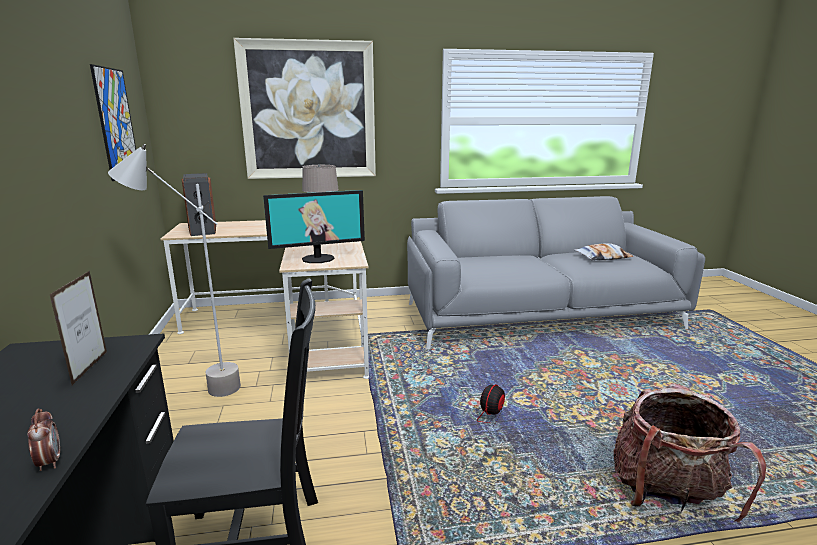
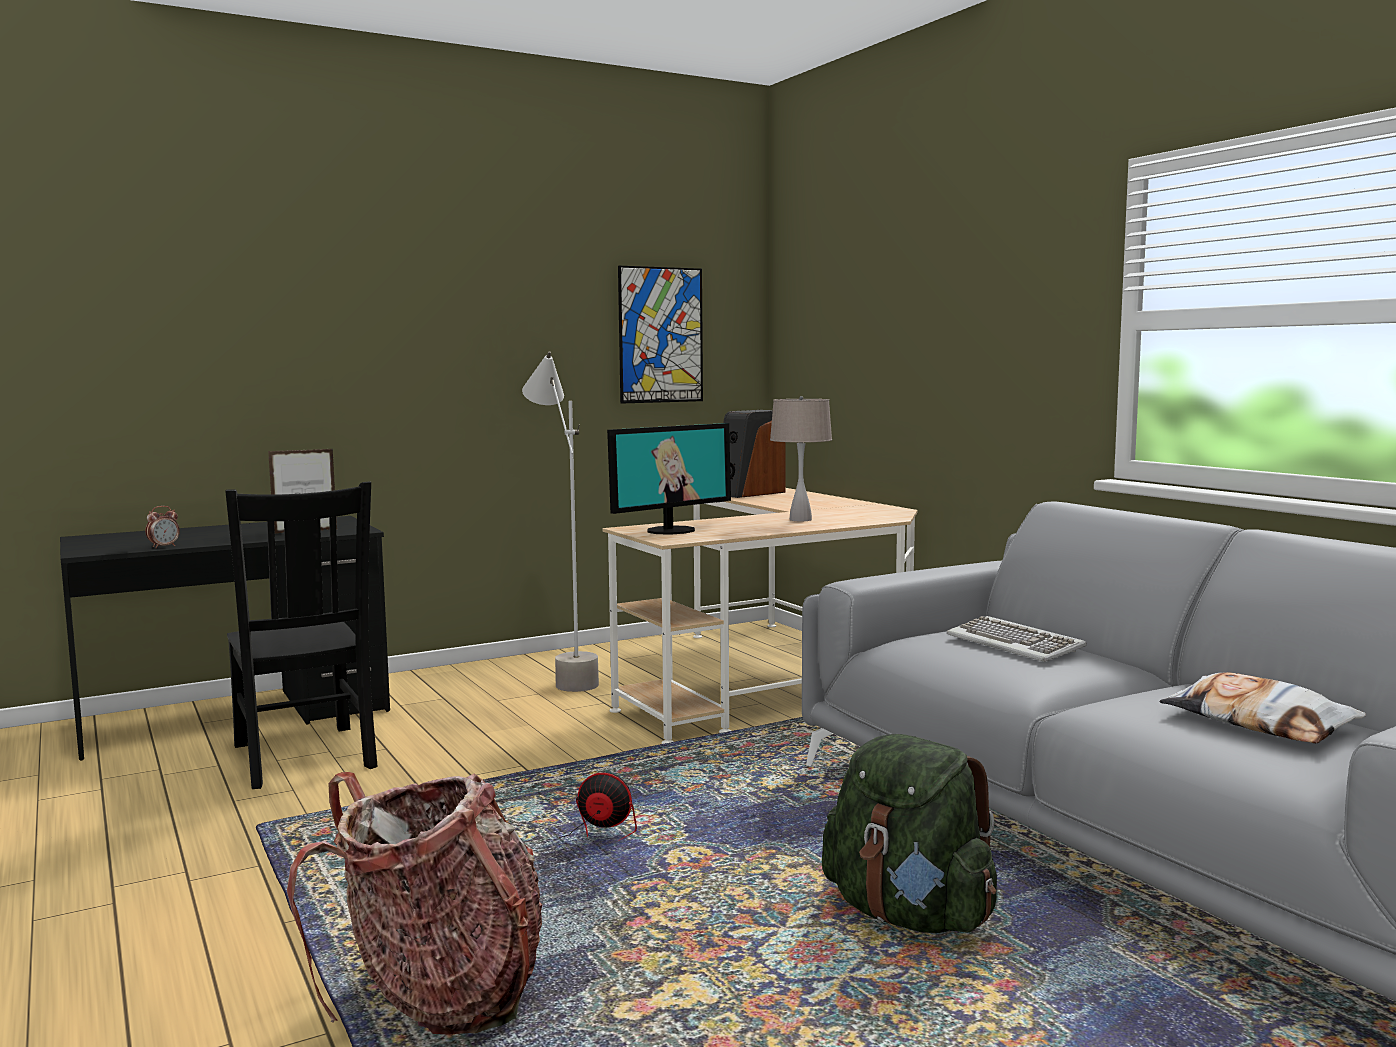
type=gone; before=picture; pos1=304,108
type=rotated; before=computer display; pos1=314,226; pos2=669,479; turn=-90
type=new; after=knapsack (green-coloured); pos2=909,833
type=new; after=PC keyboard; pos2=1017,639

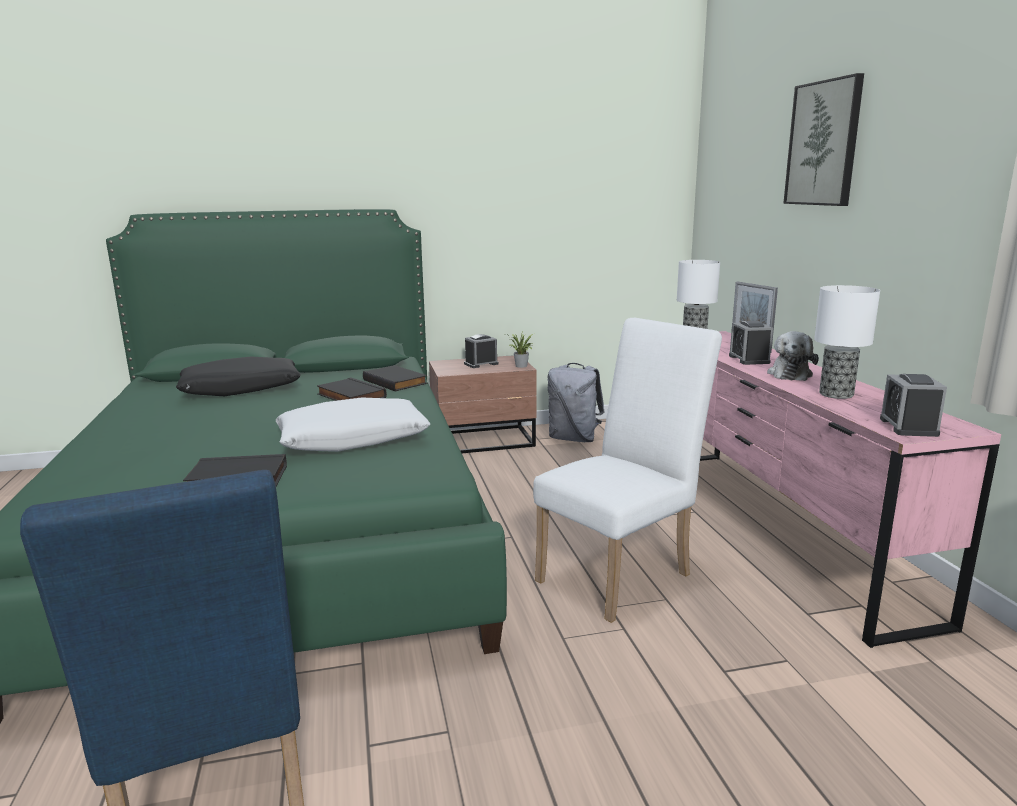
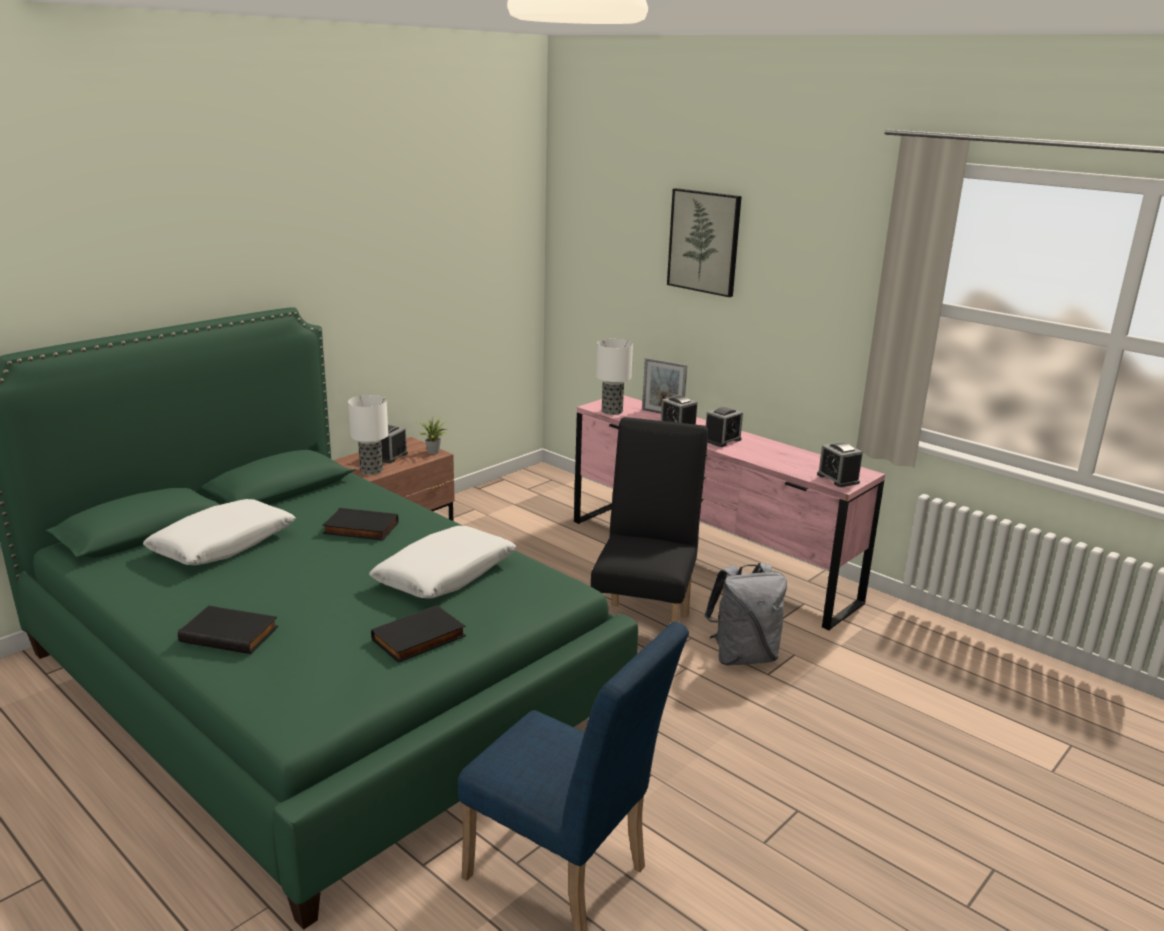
type=repainted; before=cushion (blackish); after=cushion (white); pos1=238,376; pos2=219,532
type=shifted; before=volume (blackish); pos1=395,378; pos2=228,630
type=repainted; before=upright chair (white); after=upright chair (blackish); pos1=627,470; pos2=649,520
type=shifted; before=knapsack (grey); pos1=576,402; pos2=745,614
type=swapped; before=cuddly toy; after=alarm clock; pos1=793,356; pos2=724,426
type=shifted; before=tabletop lamp; pos1=847,342; pos2=368,435

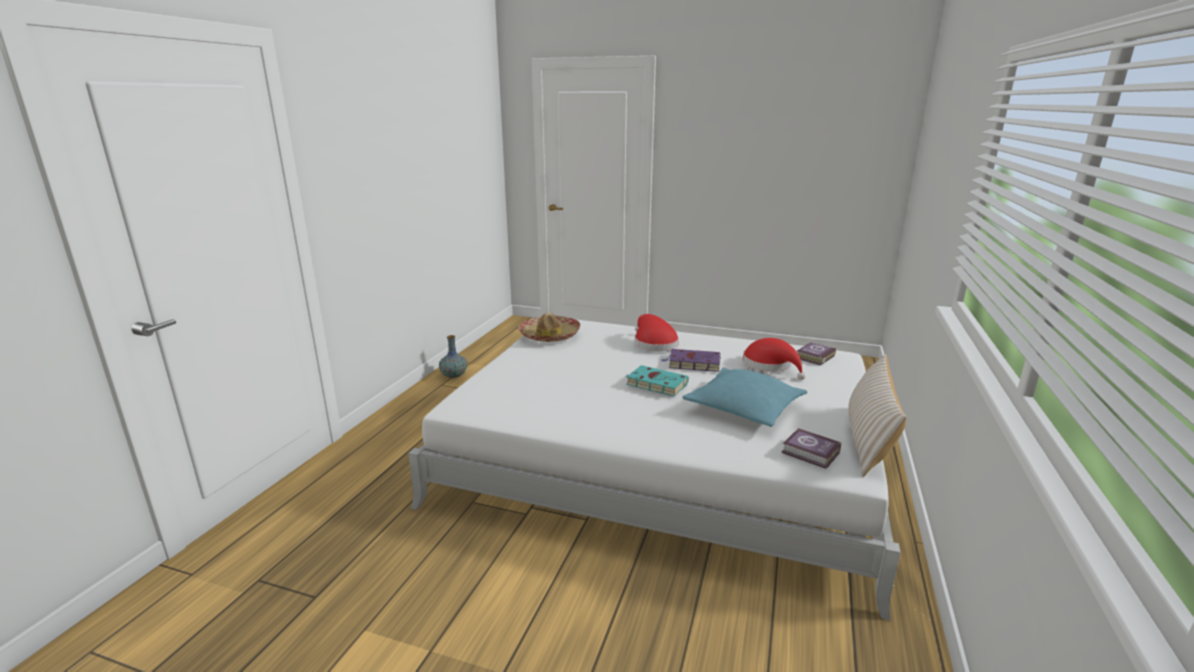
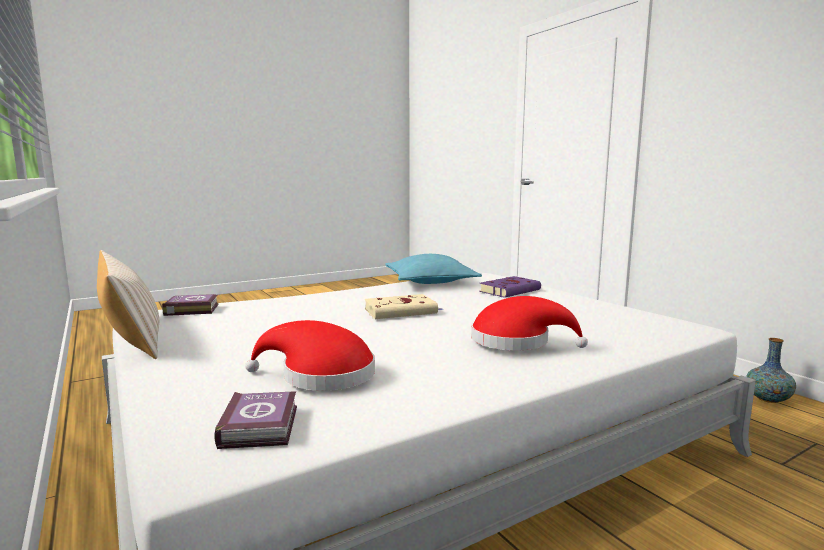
type=gone; before=clothing hat; pos1=548,327
type=repainted; before=volume (turquoise); after=volume (sand-coloured); pos1=657,381; pos2=404,306
type=shifted; before=volume (purple); pos1=691,360; pos2=510,287
type=shifted; before=cushion (turquoise); pos1=745,397; pos2=434,269

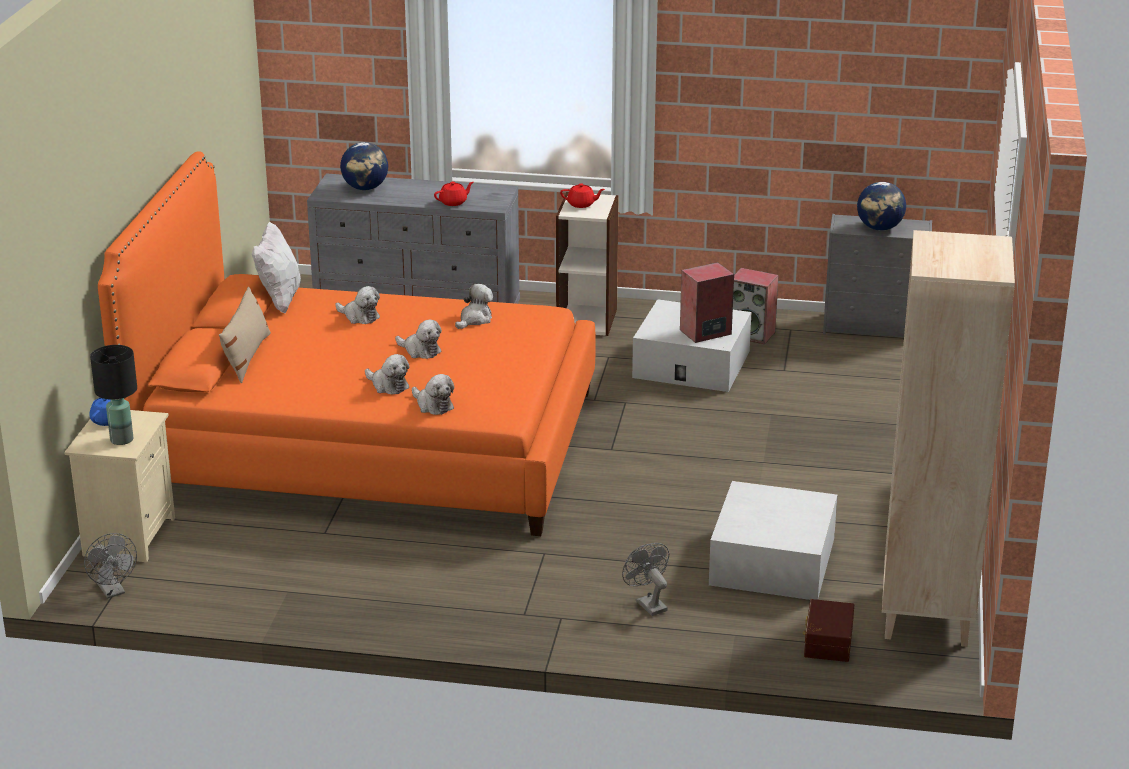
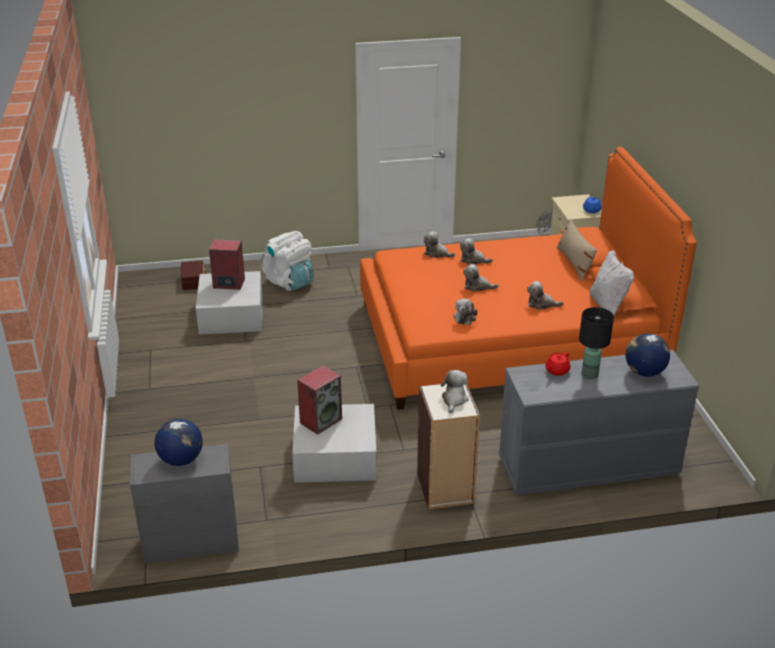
type=shifted; before=tabletop lamp (blackish); pos1=113,395; pos2=596,343
type=swapped; before=tea pot (reddish); after=cuddly toy; pos1=582,196; pos2=455,391
type=swapped; before=electric fan (grey); after=knapsack (white); pos1=645,579; pos2=287,261
type=shifted; before=speaker; pos1=755,306; pos2=227,264
type=gone; before=bookshelf (sand-coloured); pos1=948,438

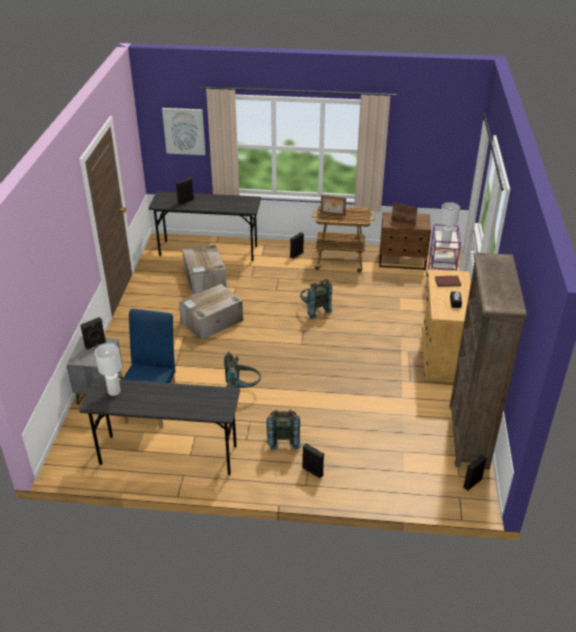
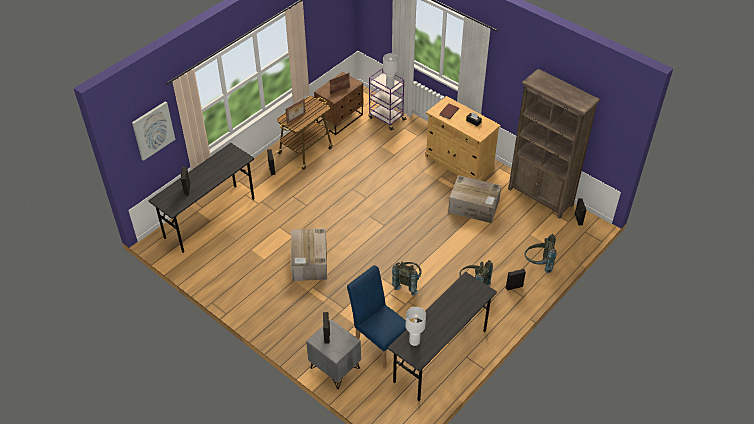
type=shifted; before=carton; pos1=204,269; pos2=475,199
type=shifted; before=knapsack (grey); pos1=316,299; pos2=541,253

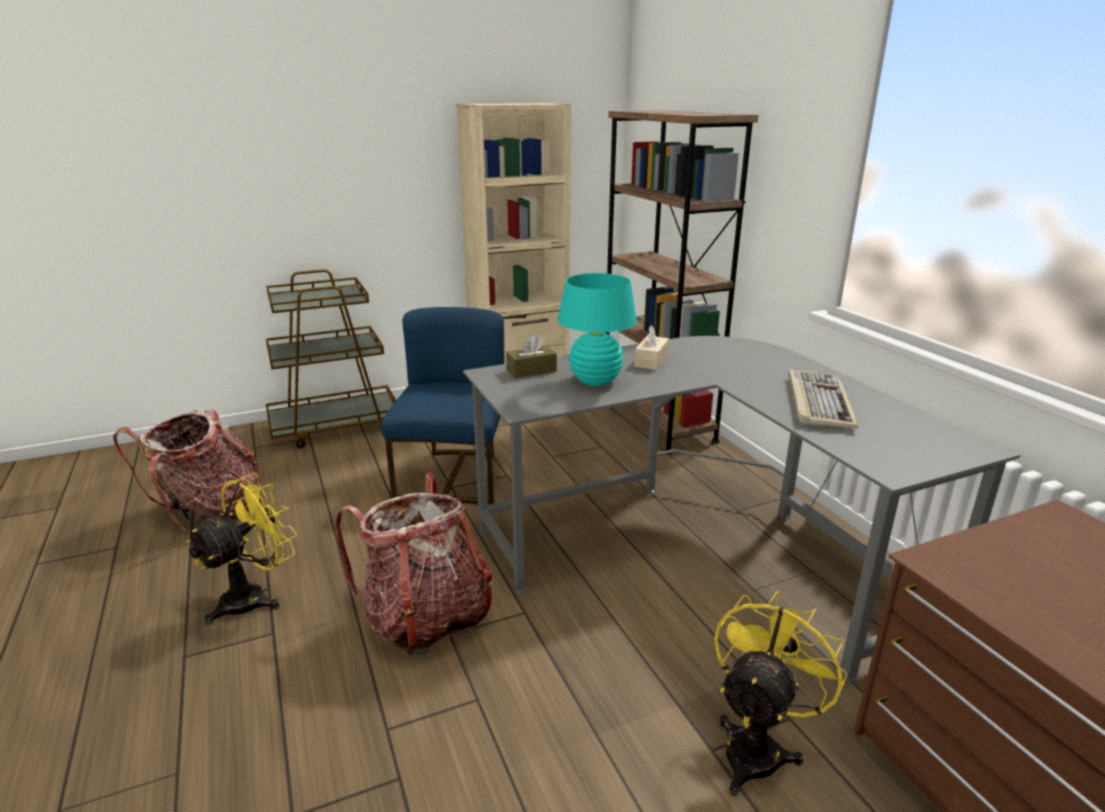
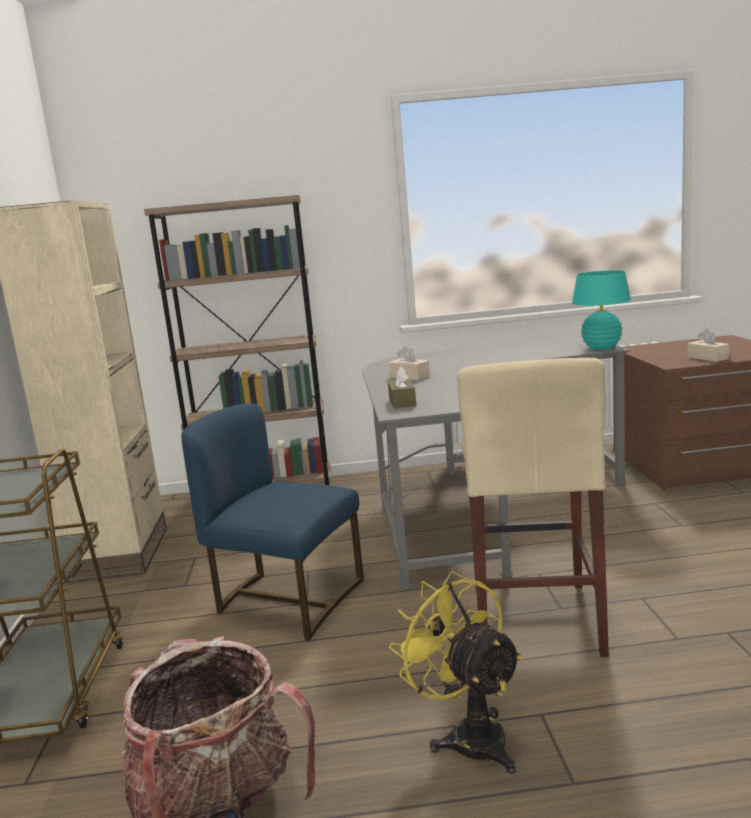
type=swapped; before=knapsack; after=stool (sand-coloured); pos1=413,564; pos2=533,507
type=shifted; before=tabletop lamp (turquoise); pos1=597,329; pos2=601,310
type=gone; before=electric fan (yellow-coloured); pos1=781,693
type=gone; before=PC keyboard; pos1=823,399
type=new; after=tissue box (sand-coloured); pos2=708,345

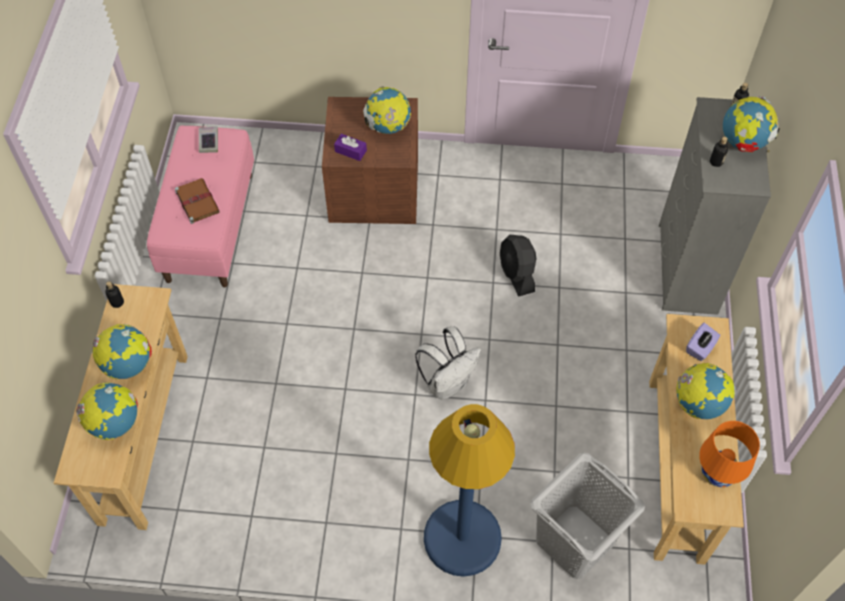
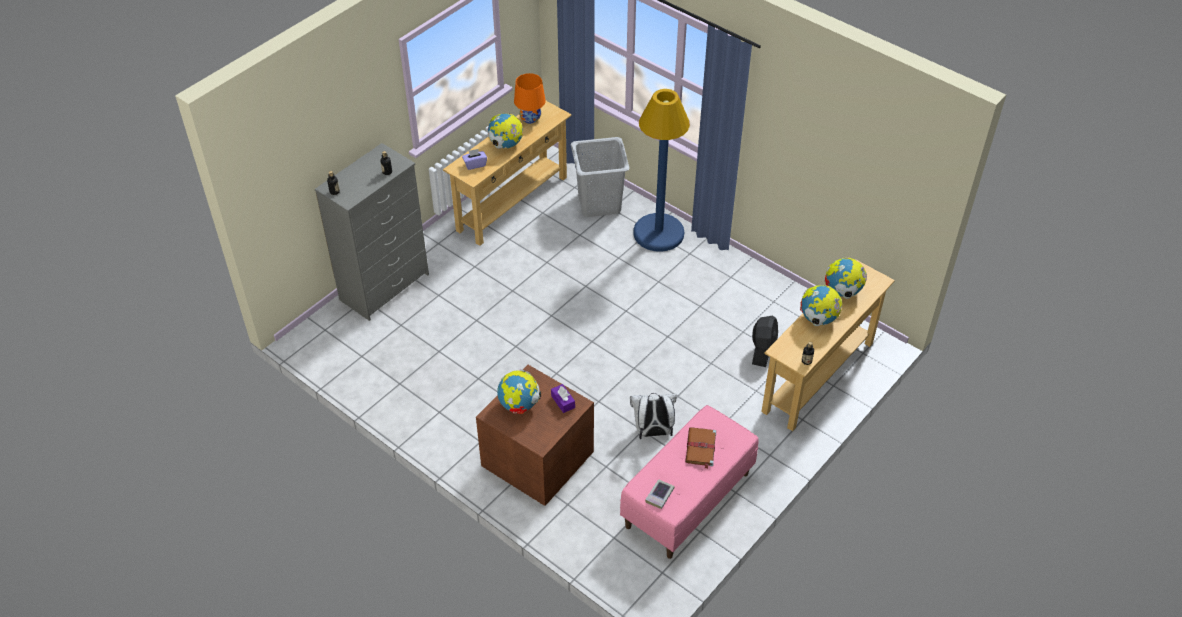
type=shifted; before=knapsack (white); pos1=448,363; pos2=653,416
type=shifted; before=electric fan (blackish); pos1=518,265; pos2=765,341
type=gone; before=globe; pos1=751,124

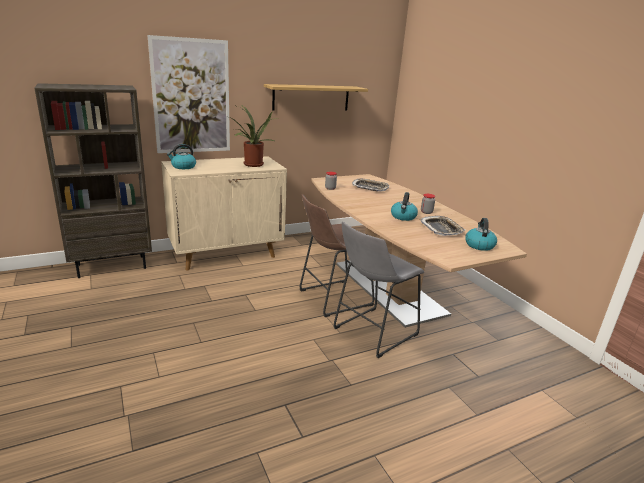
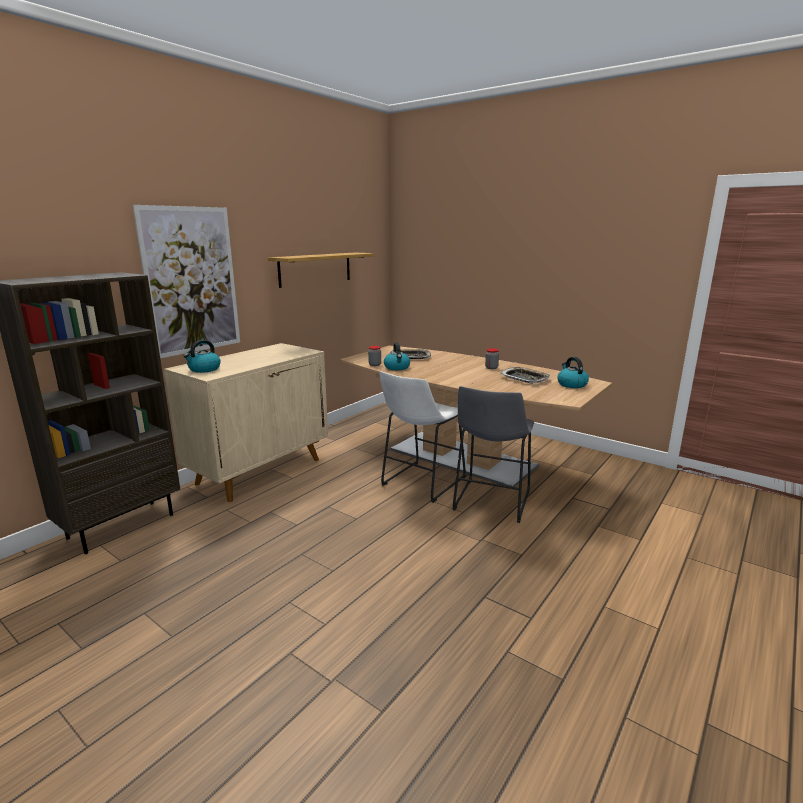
type=gone; before=houseplant; pos1=253,136
type=repainted; before=stool (brownish); after=stool (white); pos1=337,255; pos2=422,437
type=shifted; before=kettle; pos1=404,206; pos2=397,356

